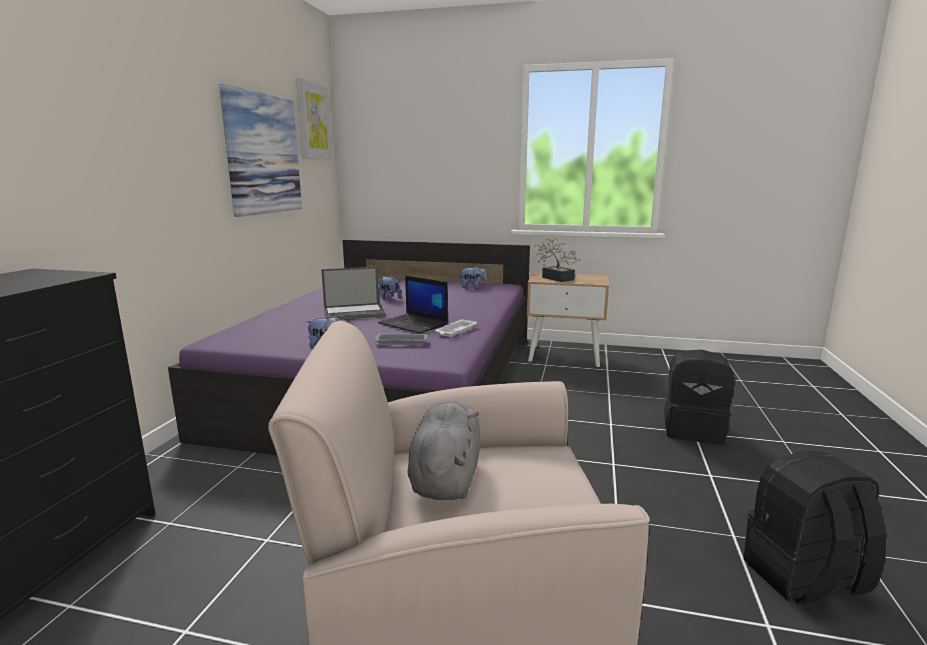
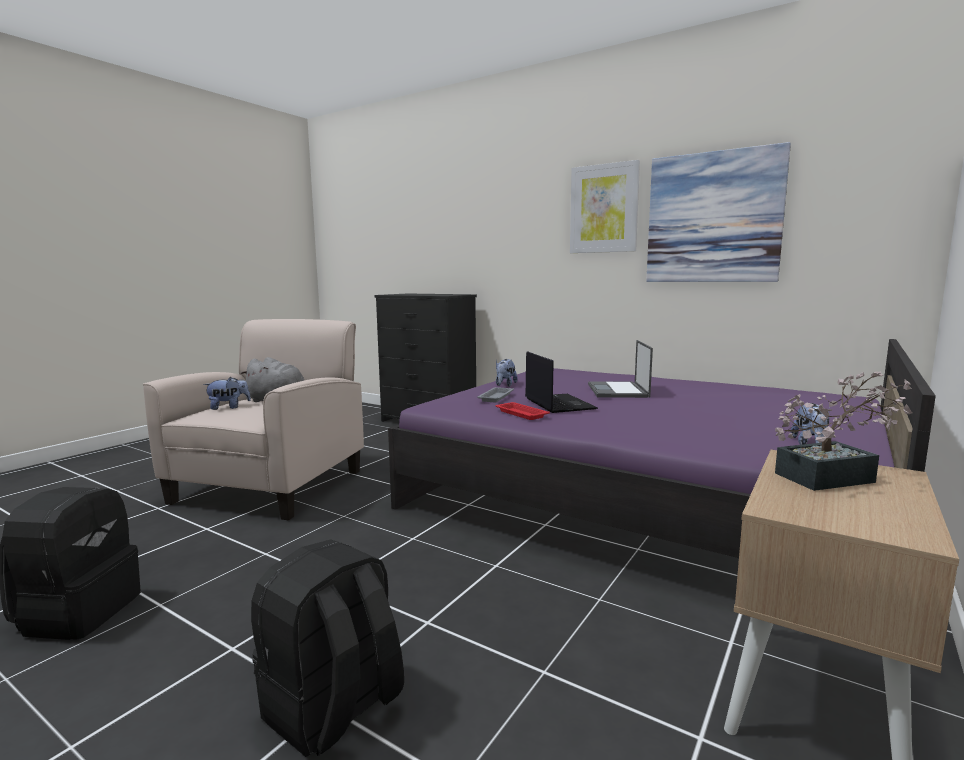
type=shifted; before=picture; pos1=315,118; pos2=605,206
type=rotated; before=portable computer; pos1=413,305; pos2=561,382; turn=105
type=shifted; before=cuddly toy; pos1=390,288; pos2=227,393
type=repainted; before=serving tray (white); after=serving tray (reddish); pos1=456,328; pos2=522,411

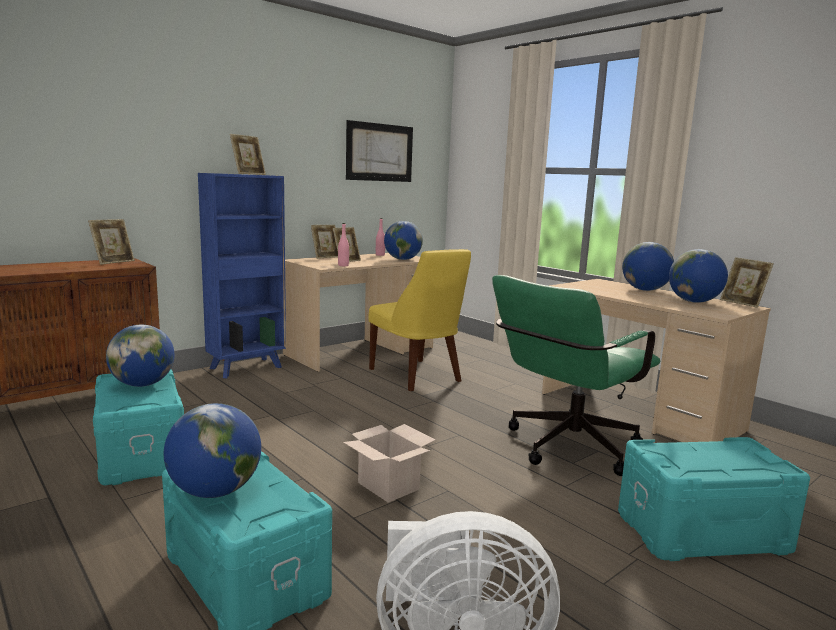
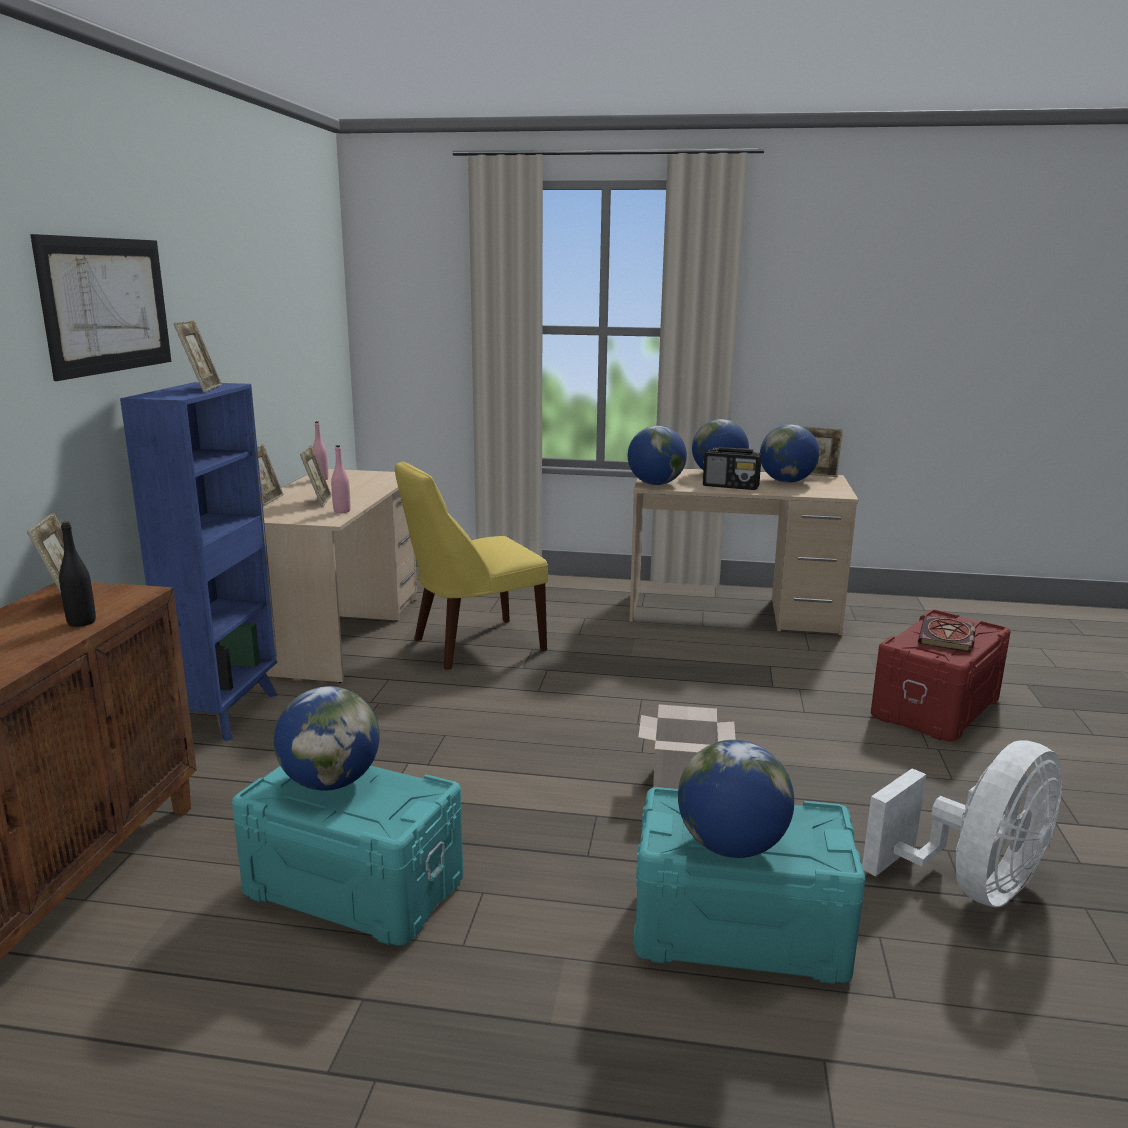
type=shifted; before=picture; pos1=379,151; pos2=100,307
type=rotated; before=upright chair (yellow-coloured); pos1=419,320; pos2=471,566; turn=135
type=shifted; before=globe; pos1=403,240; pos2=657,455
type=gone; before=computer chair (green-coloured); pos1=576,375
type=repainted; before=storage bin (turquoise); after=storage bin (reddish); pos1=714,499; pos2=941,676
type=new; after=bottle (blackish); pos2=77,574
type=new; after=radio set; pos2=732,468
type=new; after=volume; pos2=946,634

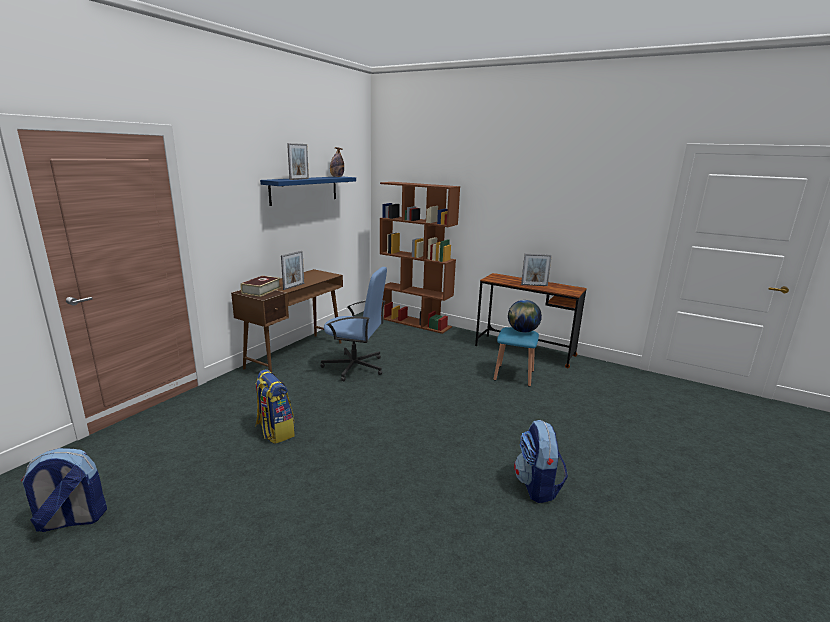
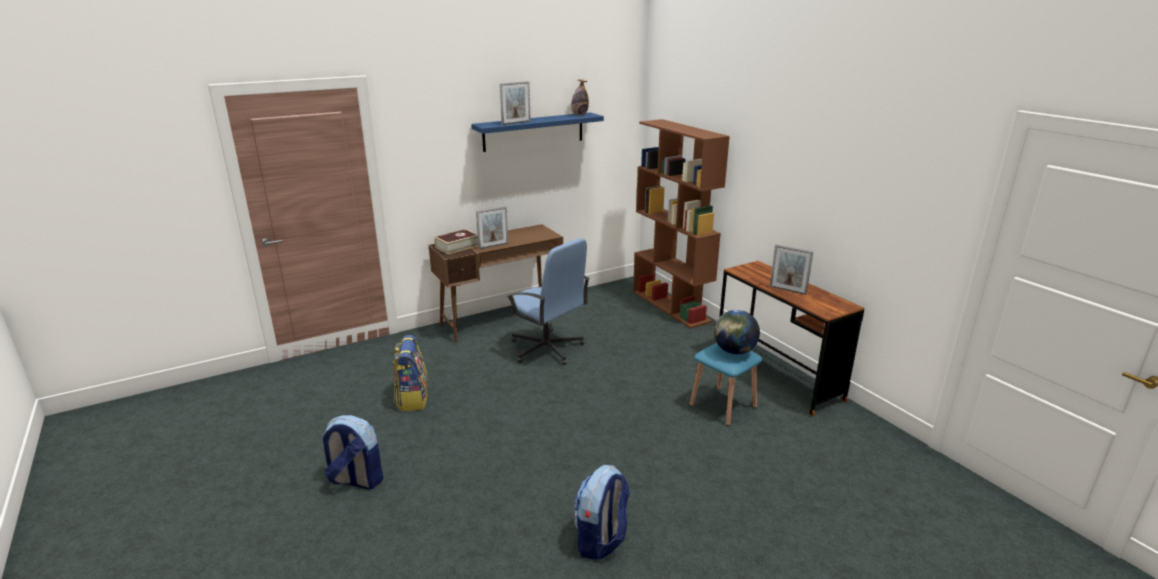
type=shifted; before=knapsack; pos1=64,490; pos2=353,452

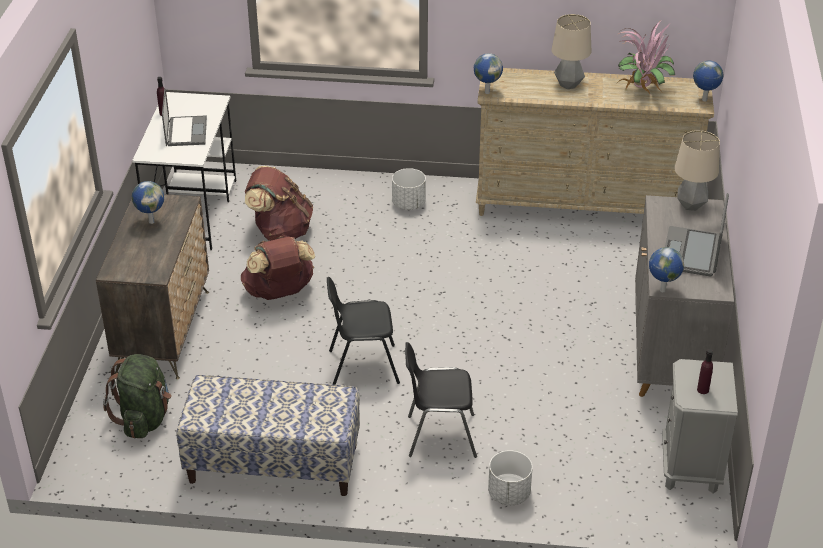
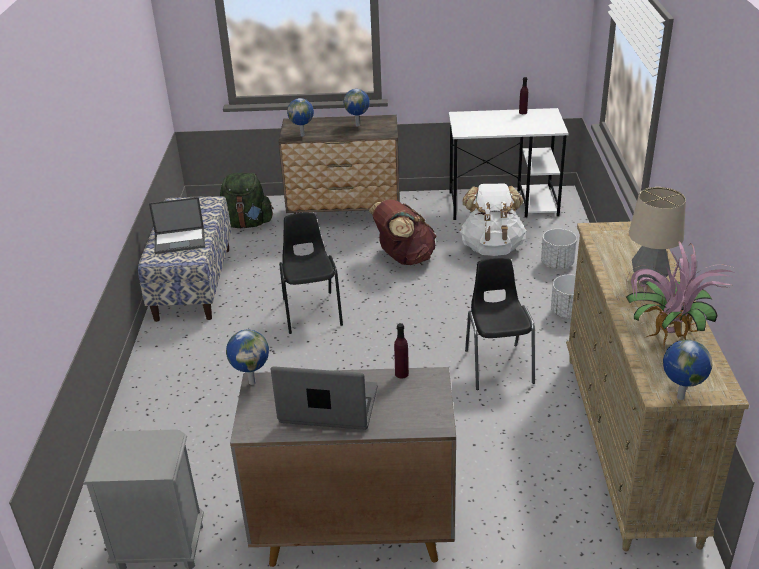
type=shifted; before=portable computer; pos1=184,117; pos2=177,225
type=repainted; before=knapsack (brownish); after=knapsack (white); pos1=279,203; pos2=493,220
type=shifted; before=upright chair (blackish); pos1=441,400; pos2=500,324
type=shifted; before=globe; pos1=488,73; pos2=300,117
type=shifted; before=plant pot (white); pos1=510,477; pos2=559,249
type=gone; before=tabletop lamp; pos1=697,170
type=shifted; before=bottle (purple); pos1=705,371; pos2=401,351

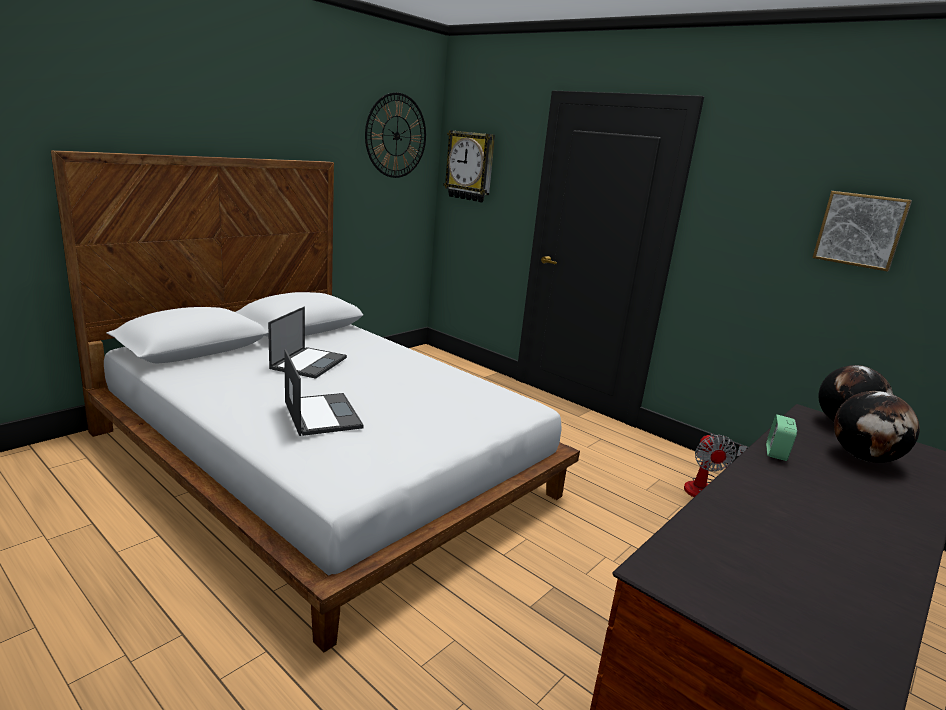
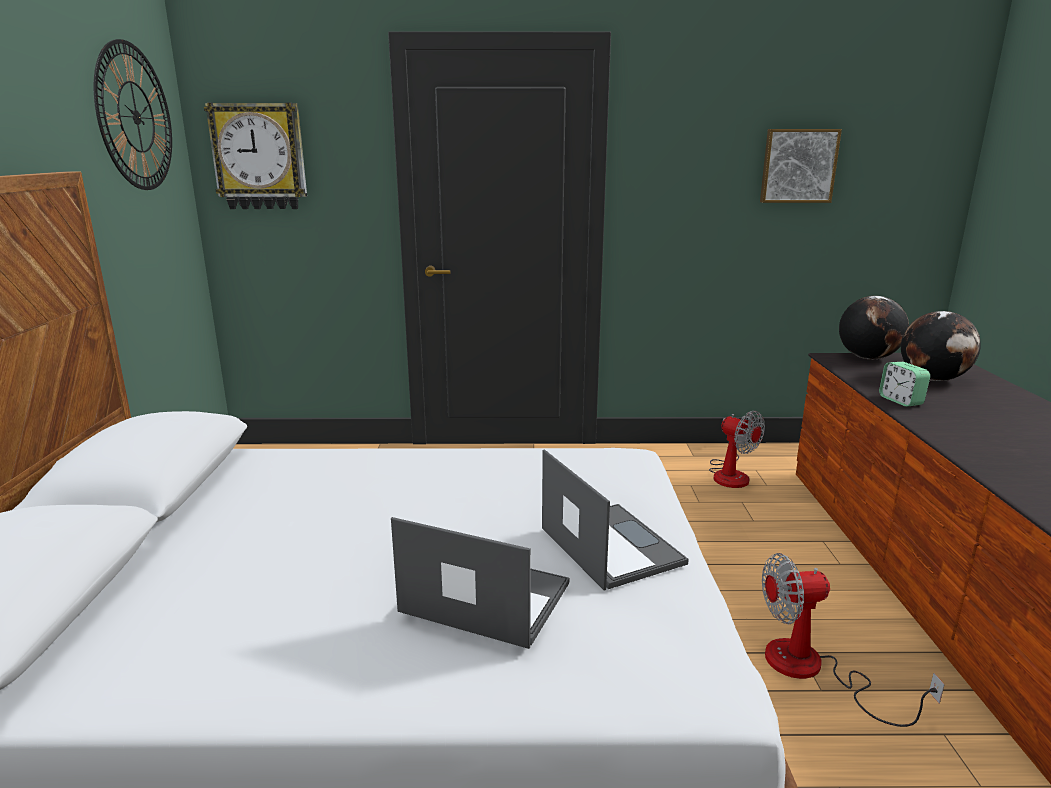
type=shifted; before=portable computer; pos1=307,343; pos2=615,520
type=new; after=electric fan; pos2=853,640

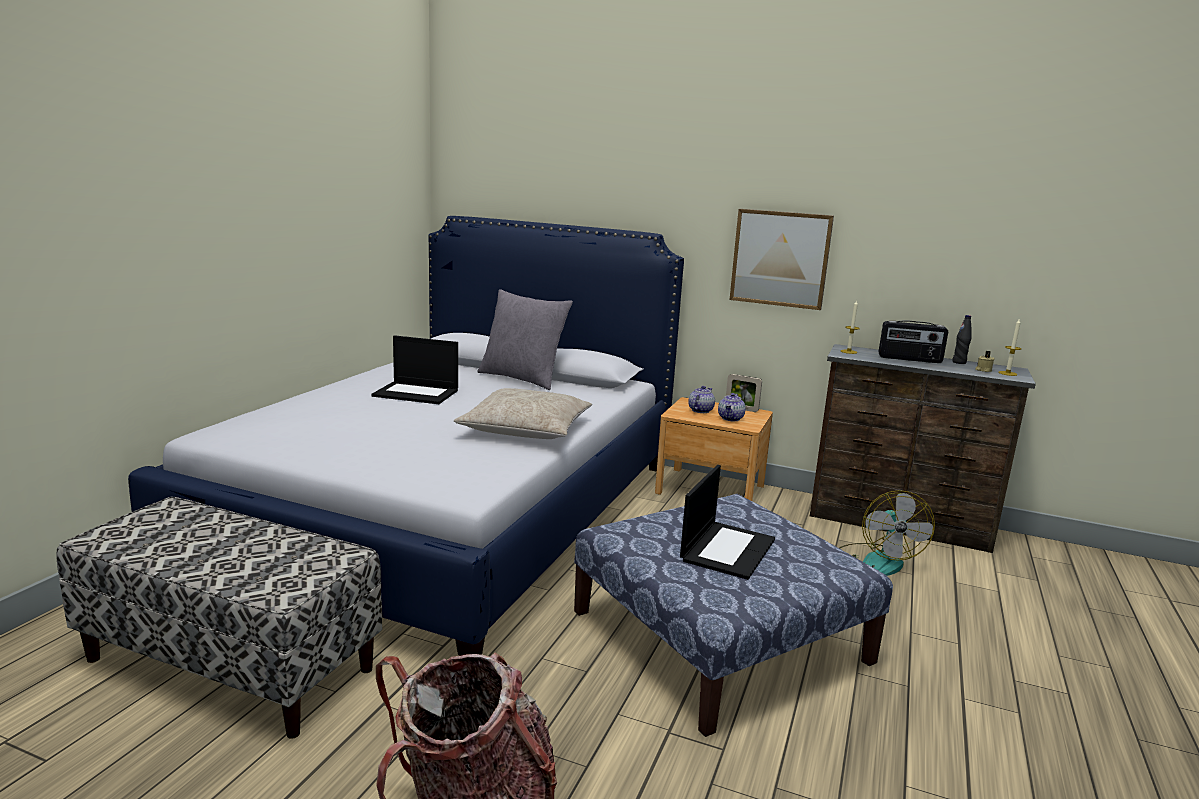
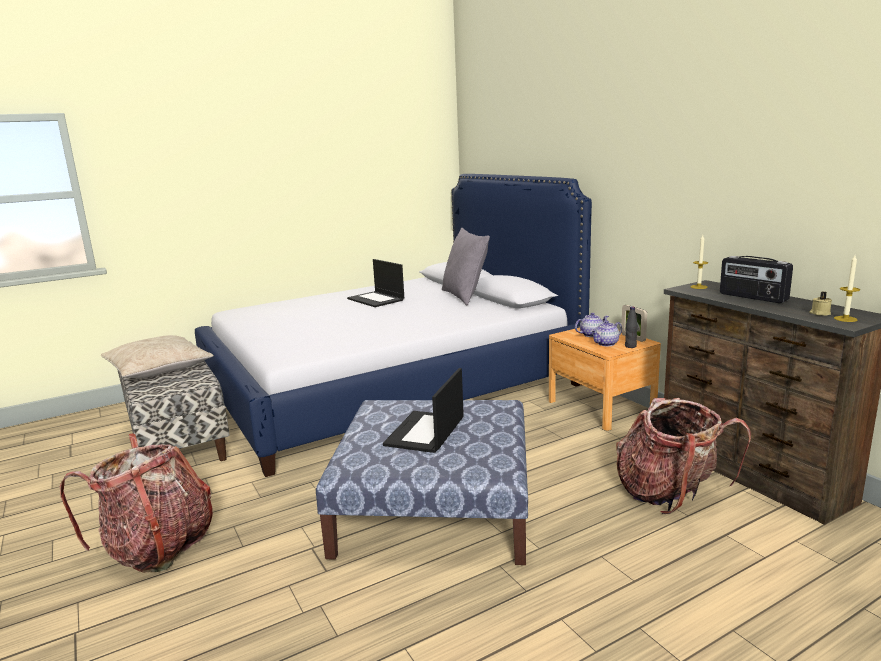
type=shifted; before=cushion (sand-coloured); pos1=523,413; pos2=157,356
type=rotated; before=portable computer; pos1=727,522; pos2=423,410; turn=135
type=gone; before=picture; pos1=781,259
type=swapped; before=electric fan; after=knapsack; pos1=887,533; pos2=684,456
type=shifted; before=bottle (blackish); pos1=961,339; pos2=631,327

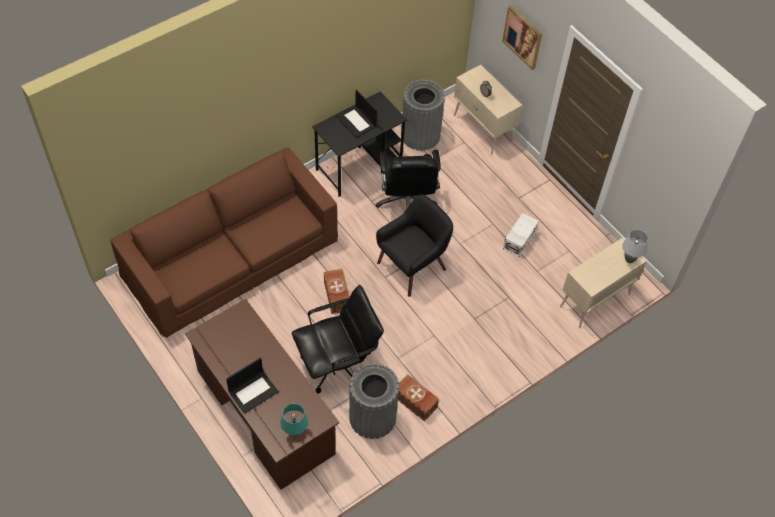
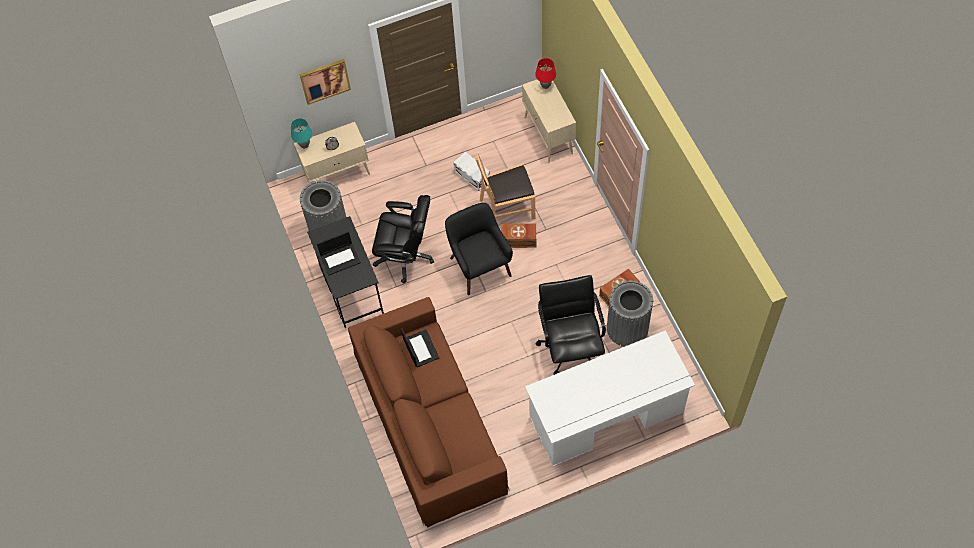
type=repainted; before=desk (brownish); after=desk (white); pos1=262,394; pos2=610,398
type=shifted; before=portable computer; pos1=252,386; pos2=420,347
type=shifted; before=tabletop lamp (turquoise); pos1=294,420; pos2=301,133
type=shifted; before=storage bin (brownish); pos1=336,291; pos2=519,235
type=repainted; before=tabletop lamp (grey); after=tabletop lamp (reddish); pos1=635,246; pos2=545,73
type=new; after=upright chair (brownish); pos2=505,187

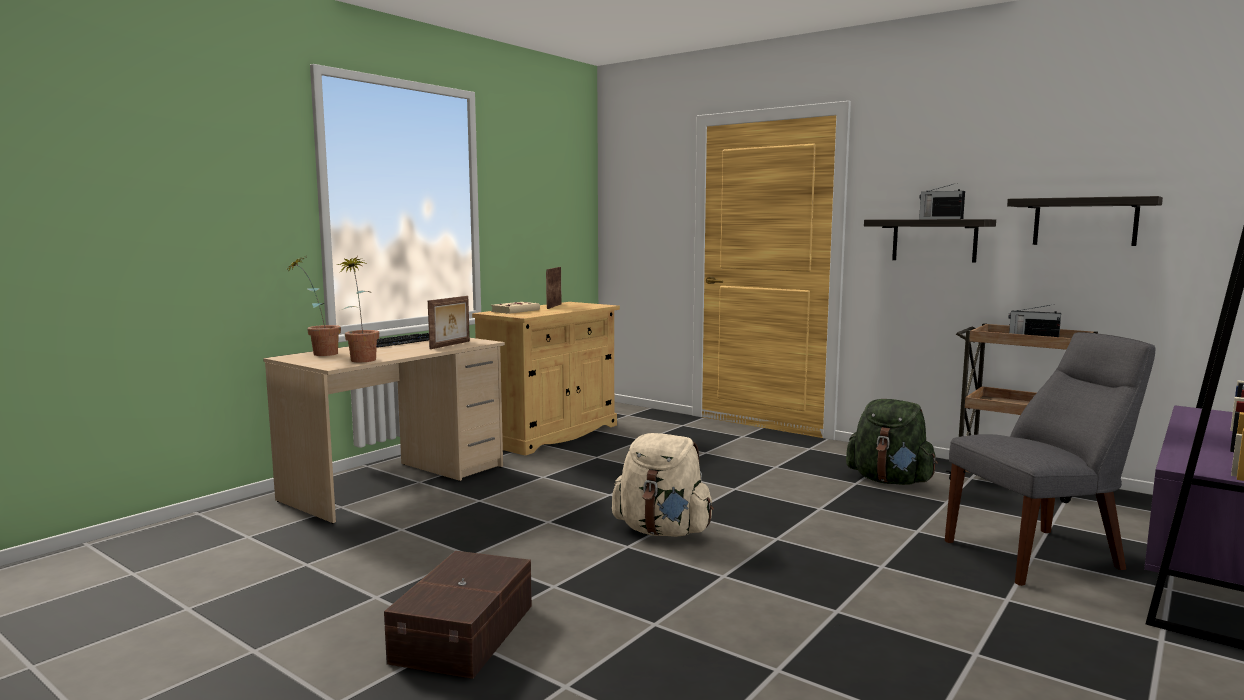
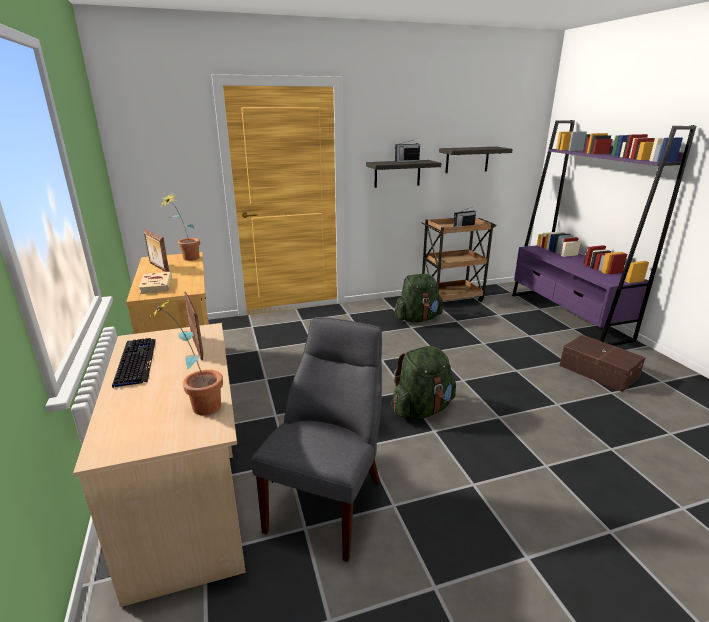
type=shifted; before=houseplant; pos1=312,306; pos2=181,226
type=shifted; before=storage bin (brownish); pos1=458,615; pos2=603,363
type=repainted; before=knapsack (sand-coloured); after=knapsack (green-coloured); pos1=663,485; pos2=423,382
type=shifted; before=upright chair (grey); pos1=1050,459; pos2=317,439

